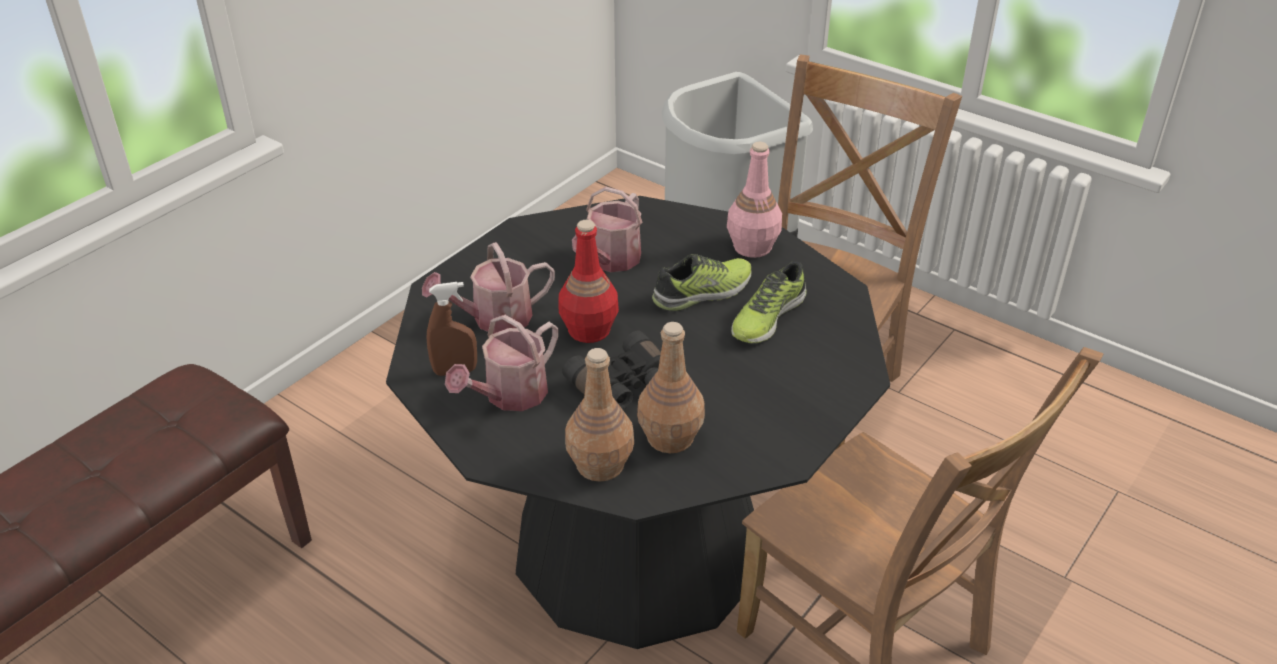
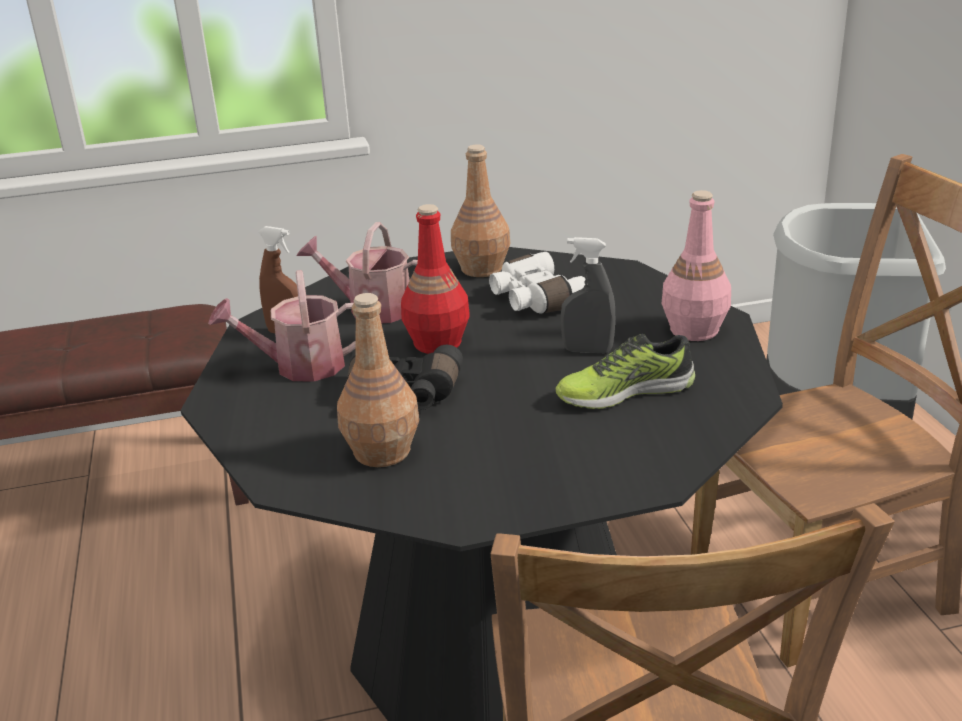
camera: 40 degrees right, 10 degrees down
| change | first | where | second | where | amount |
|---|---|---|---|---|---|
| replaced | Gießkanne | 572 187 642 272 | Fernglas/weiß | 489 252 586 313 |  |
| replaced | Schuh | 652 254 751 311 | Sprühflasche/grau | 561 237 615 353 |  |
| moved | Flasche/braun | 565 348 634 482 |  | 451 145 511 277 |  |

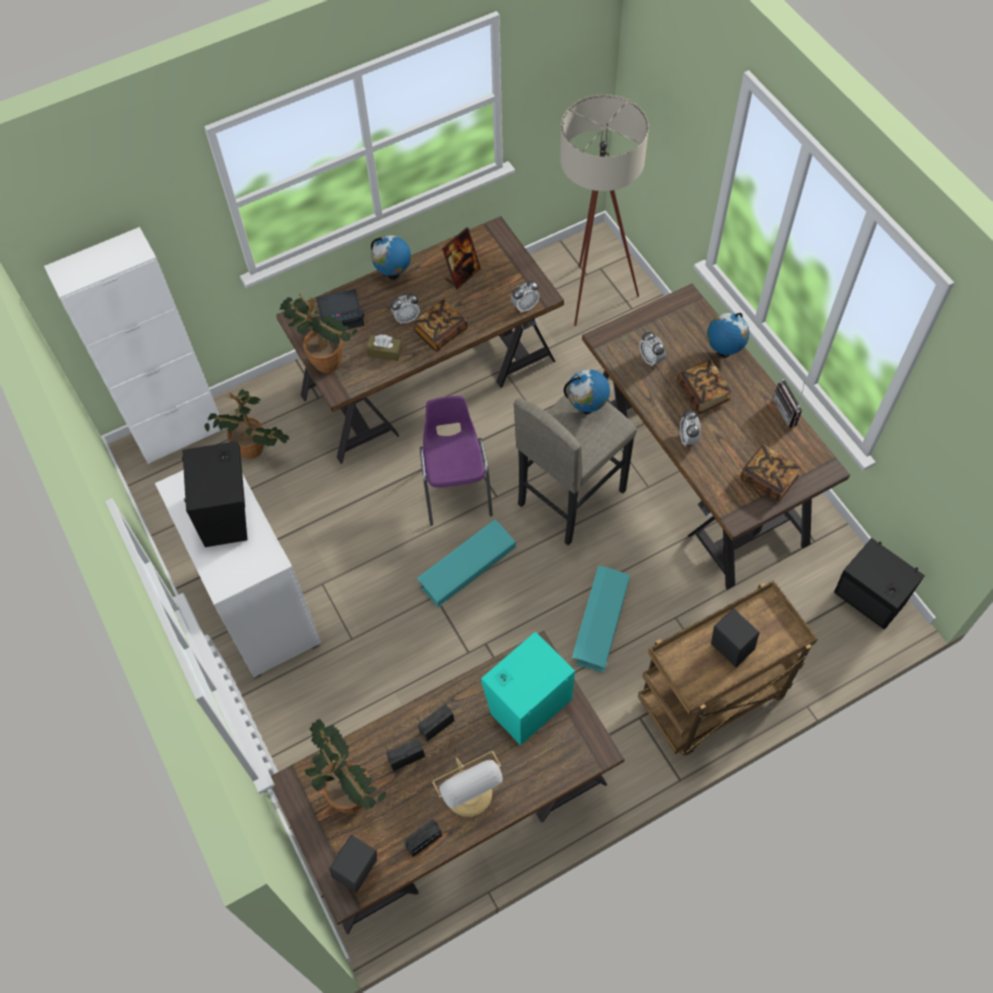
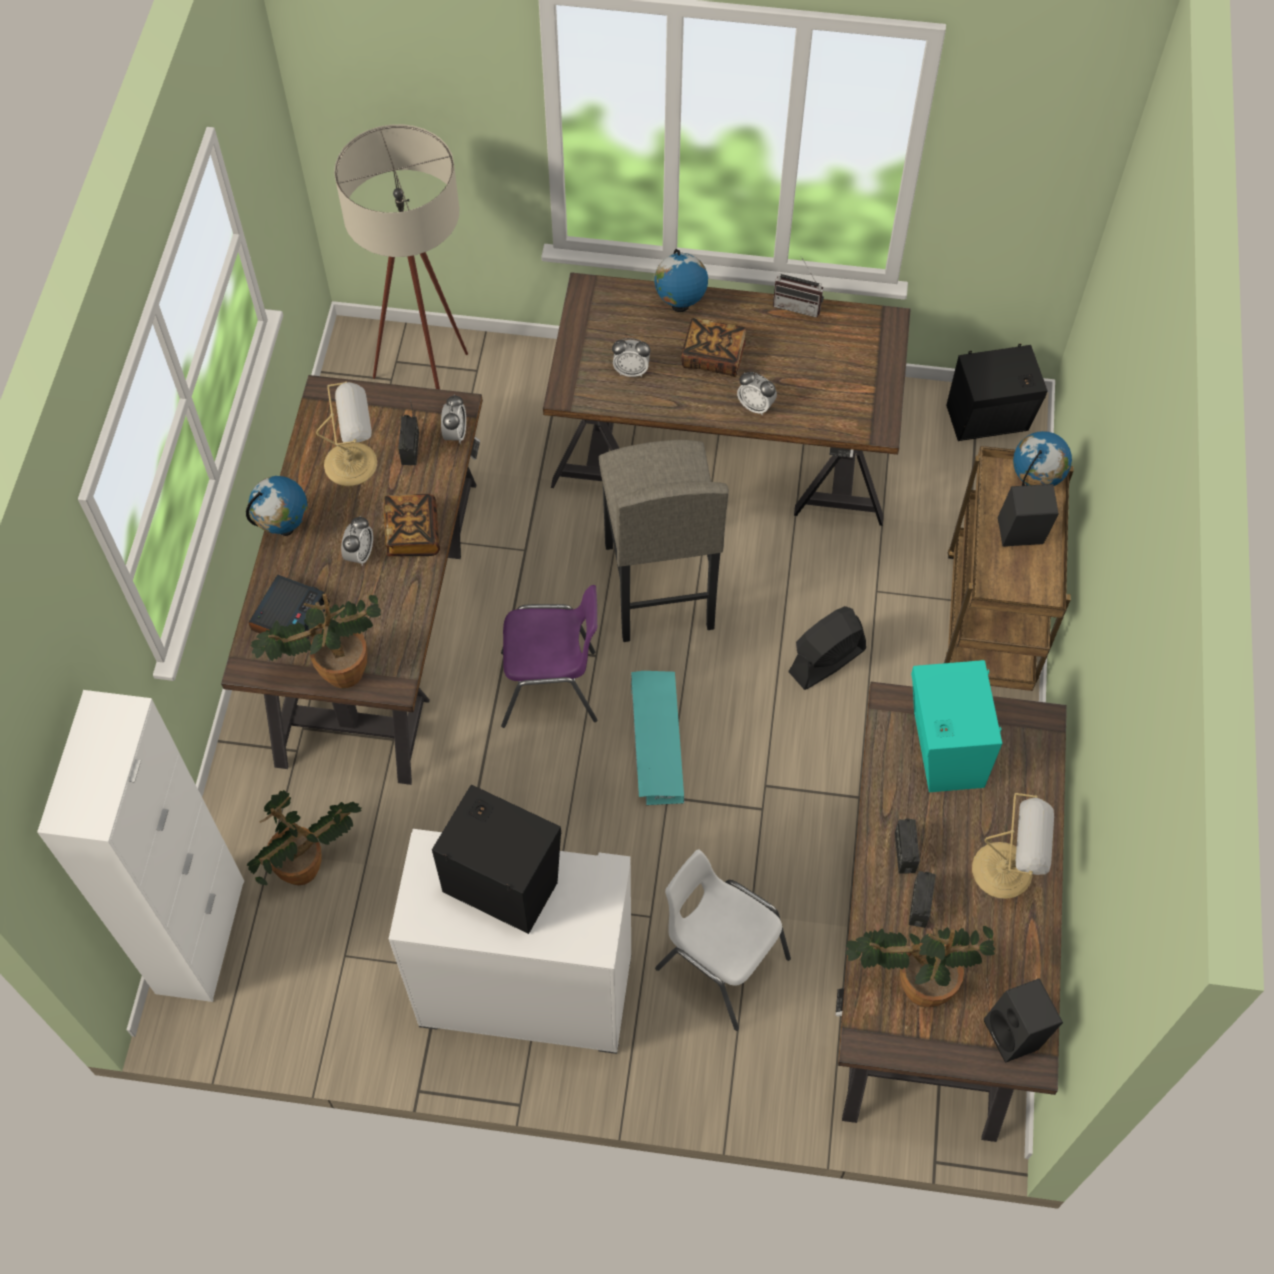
camera: 55 degrees left, 0 degrees up
| change | first | where | second | where | amount |
|---|---|---|---|---|---|
| replaced | Bilderrahmen | 442 227 481 289 | Tischlampe | 316 382 377 486 |  |
| removed | Taschentuchbox/braun | 366 334 402 361 |  |  |  |
| moved | Globus | 564 369 610 414 |  | 1013 431 1072 486 |  |
| turned | Stuhl/lila | 420 396 493 526 |  | 501 585 597 728 | 150 degrees clockwise |
| removed | Buch | 741 444 801 502 |  |  |  |
| replaced | Aufbewahrungsbox/türkis | 572 566 630 673 | Ventilator/schwarz | 788 606 866 690 |  |
| moved | Radio | 403 819 442 857 |  | 398 399 419 465 |  |
| added |  |  | Stuhl/weiß | 655 849 791 1031 |  |

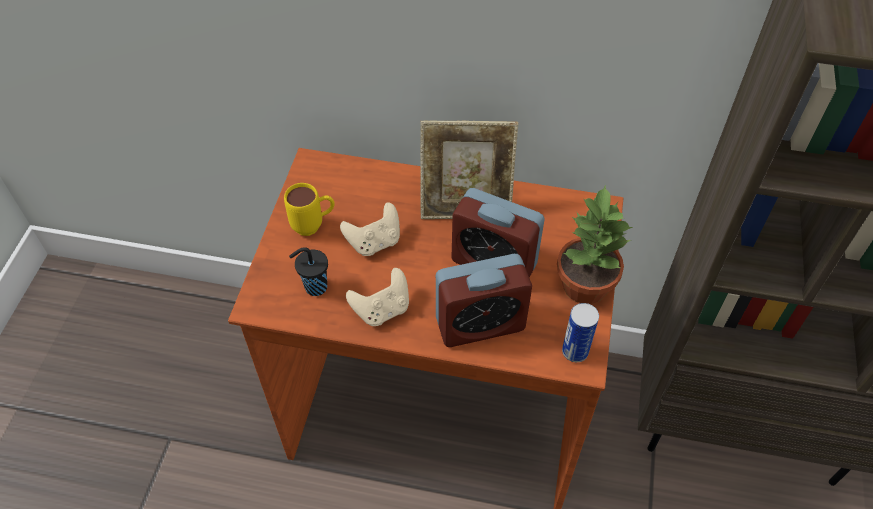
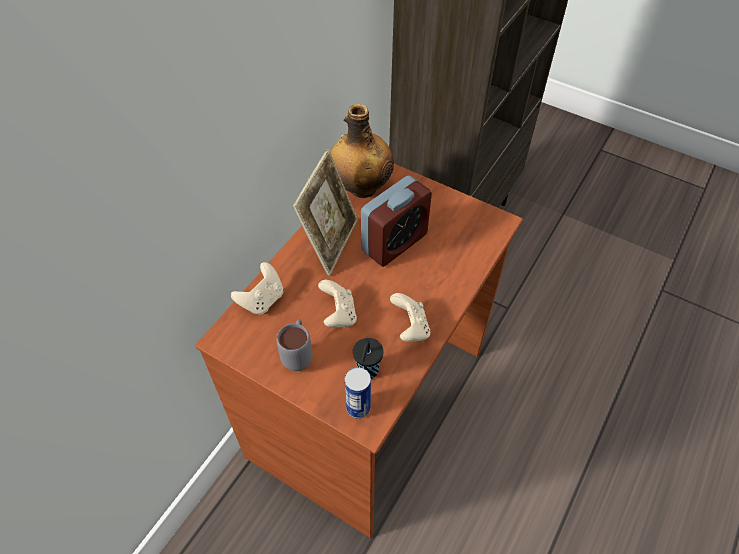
camera: 70 degrees left, 0 degrees up
| change | first | where | second | where | amount |
|---|---|---|---|---|---|
| recoloured | Henkelbecher/gelb | 284 183 335 236 | Henkelbecher/grau | 277 319 312 371 |  |
| removed | Topfpflanze | 557 184 633 304 |  |  |  |
| removed | Wecker | 436 254 532 347 |  |  |  |
| moved | Dose | 562 303 599 362 |  | 345 367 371 419 |  |
| added |  |  | Flasche | 330 104 394 198 |  |
| added |  |  | Gamepad/beige | 231 262 283 315 |  |

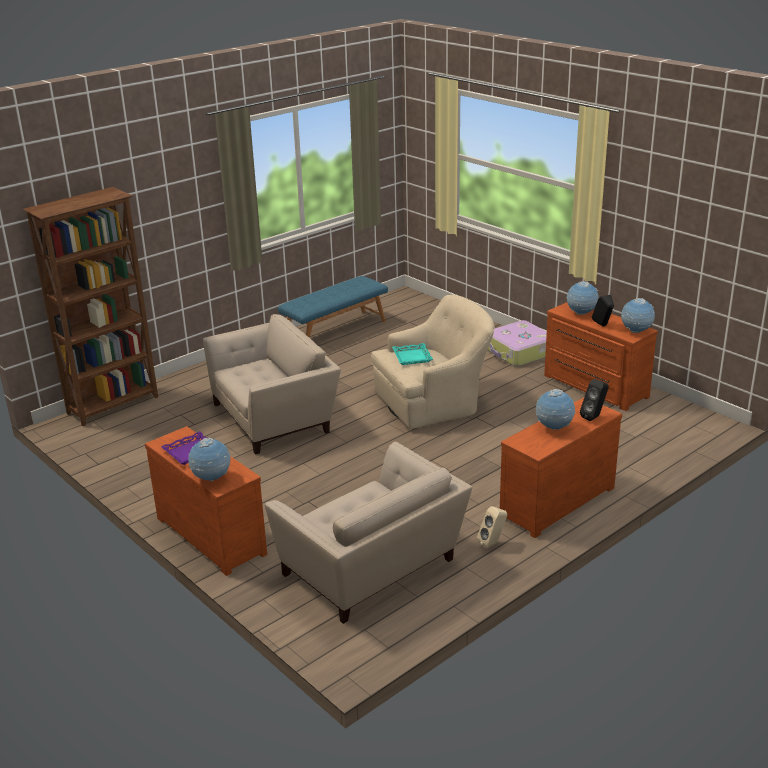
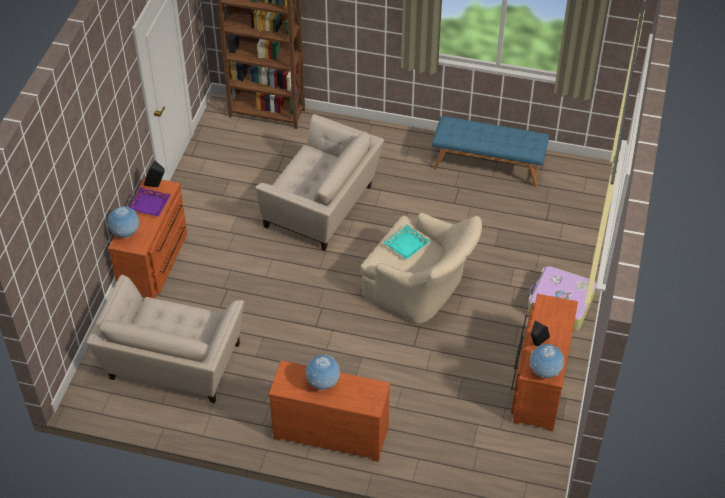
camera: 55 degrees right, 20 degrees up
| change | first | where | second | where | amount |
|---|---|---|---|---|---|
| removed | Globus | 567 281 599 315 |  |  |  |
| moved | Lautsprecher/schwarz | 580 379 609 421 |  | 144 161 165 187 |  |
| removed | Lautsprecher/beige | 477 506 507 549 |  |  |  |

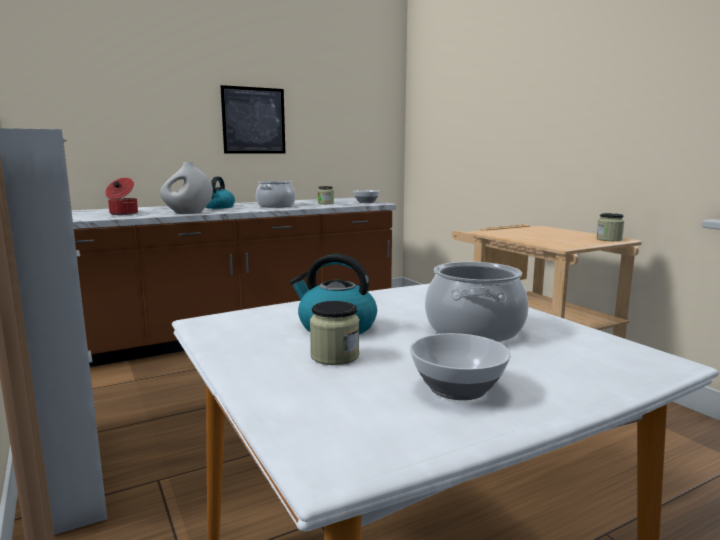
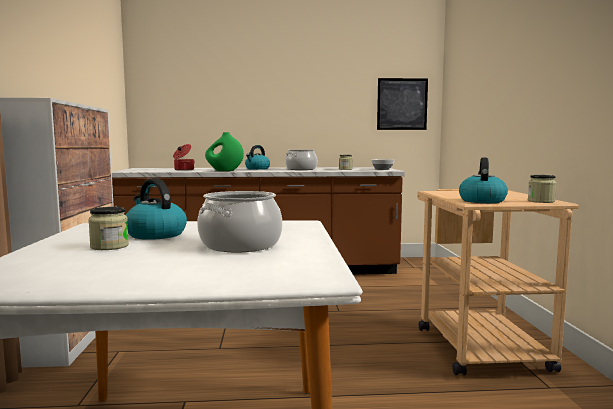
camera: 25 degrees right, 5 degrees down
| change | first | where | second | where | amount |
|---|---|---|---|---|---|
| moved | Bild | 220 85 285 154 |  | 377 78 428 130 |  |
| recoloured | Vase/weiß | 160 162 213 214 | Vase/grün | 205 132 244 171 |  |
| removed | Schüssel | 410 333 511 400 |  |  |  |
| added |  |  | Wasserkessel | 459 158 508 203 |  |

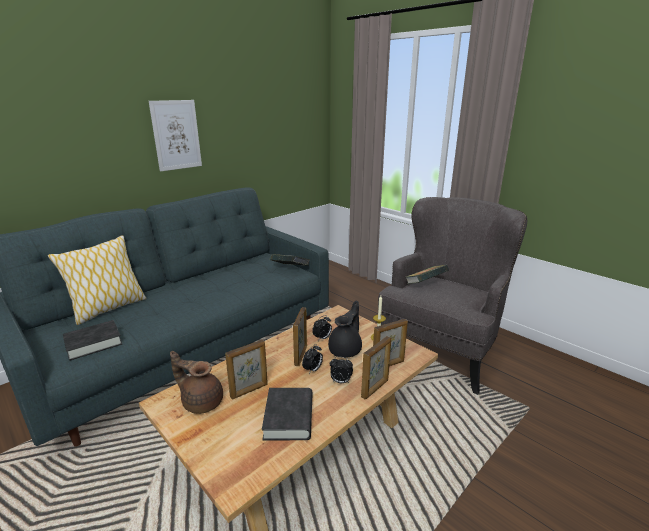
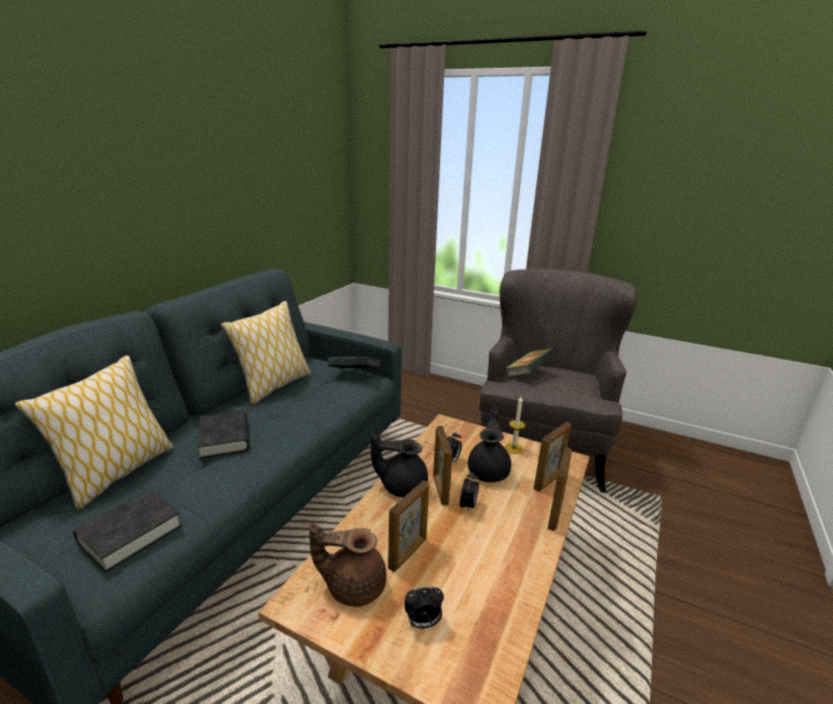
camera: 20 degrees left, 0 degrees up
| change | first | where | second | where | amount |
|---|---|---|---|---|---|
| removed | Bild | 149 100 202 171 |  |  |  |
| moved | Wecker | 329 357 353 383 |  | 404 586 444 628 |  |
| moved | Buch/schwarz | 262 388 312 440 |  | 197 411 249 459 |  |
| added |  |  | Kissen | 221 301 311 405 |  |
| added |  |  | Teekanne/schwarz | 371 433 428 497 |  |

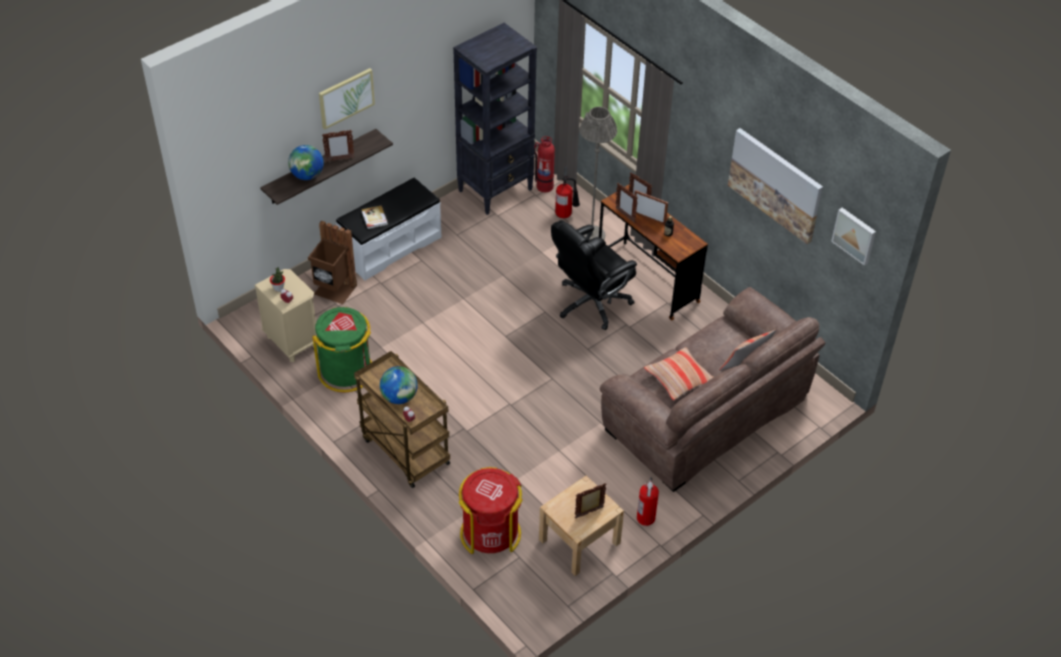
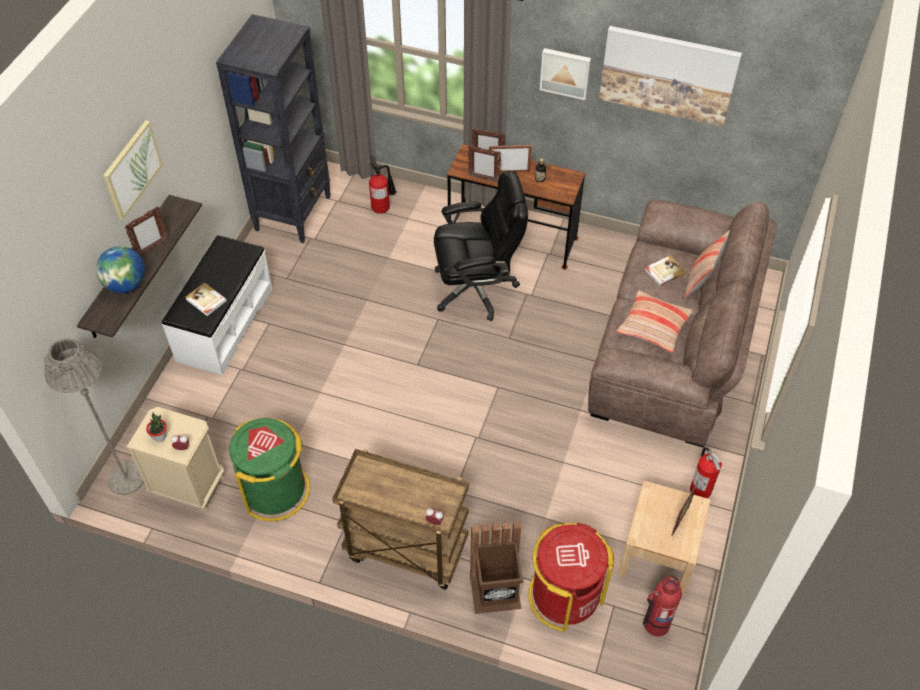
camera: 30 degrees left, 5 degrees up
| change | first | where | second | where | amount |
|---|---|---|---|---|---|
| moved | Stehlampe/grau | 579 106 617 240 |  | 44 338 144 495 |  |
| moved | Feuerlöscher | 534 136 555 192 |  | 643 576 682 636 |  |
| moved | Bild | 831 208 876 266 |  | 540 48 591 100 |  |
| turned | Bürostuhl/schwarz | 551 220 637 330 |  | 434 171 528 321 | 120 degrees counterclockwise |
| moved | Mülleimer/braun | 308 221 357 304 |  | 470 521 523 614 |  |
| removed | Globus | 380 366 418 404 |  |  |  |
| added |  |  | Buch | 645 256 686 286 |  |

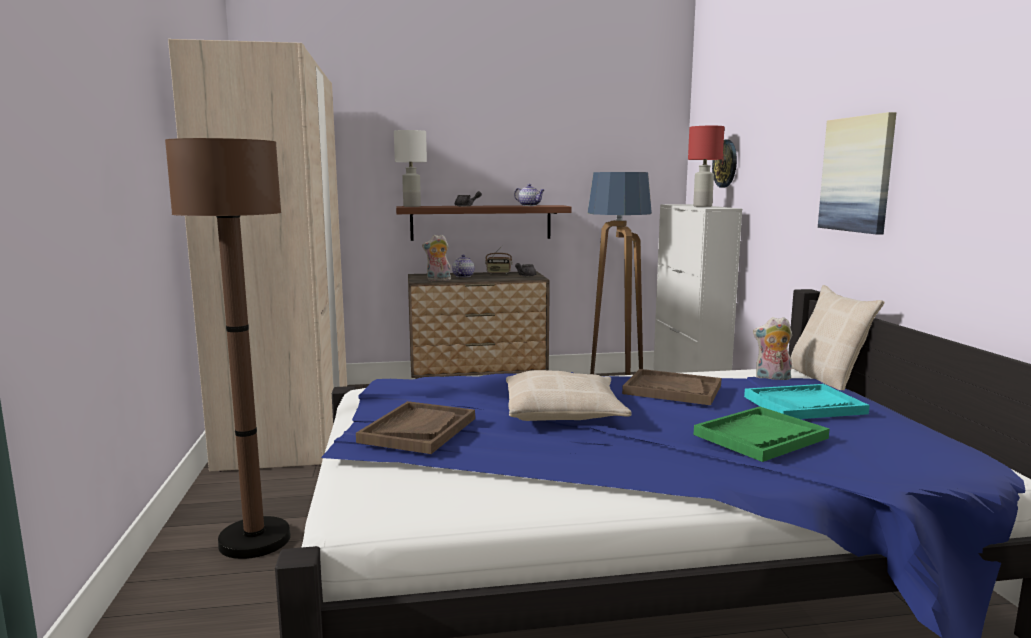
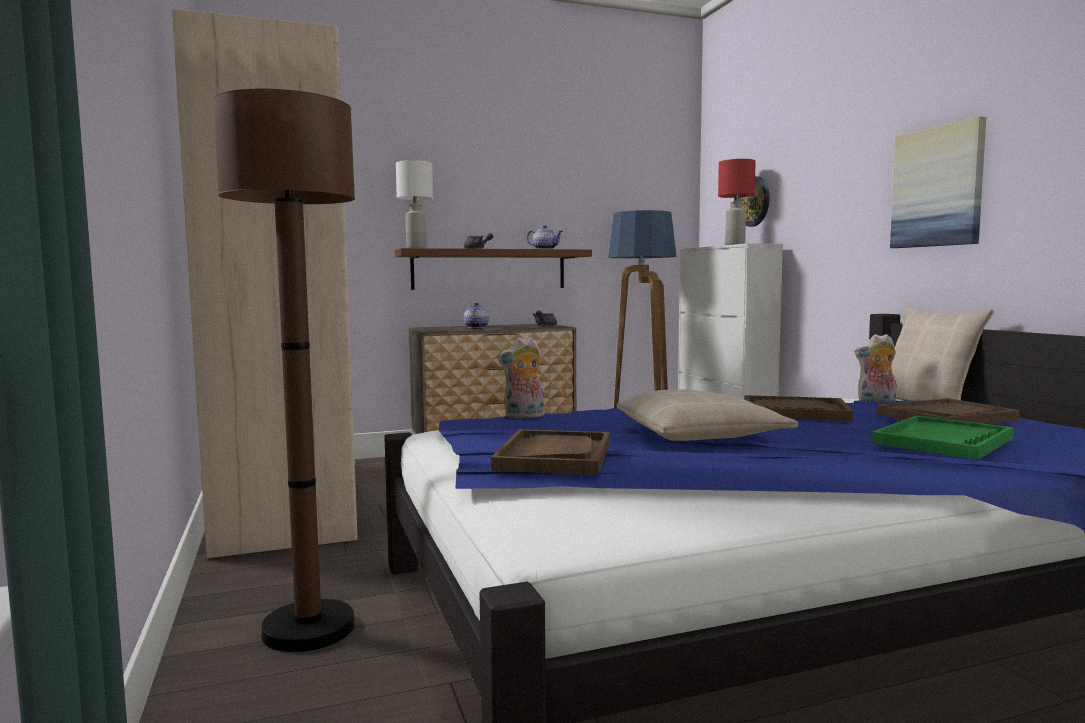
camera: 10 degrees left, 5 degrees down
| change | first | where | second | where | amount |
|---|---|---|---|---|---|
| moved | Plüschtier | 422 235 451 281 |  | 497 337 545 419 |  |
| removed | Radio | 485 245 513 274 |  |  |  |
| recoloured | Tablett/türkis | 744 384 870 419 | Tablett/braun | 876 398 1020 424 |  |

